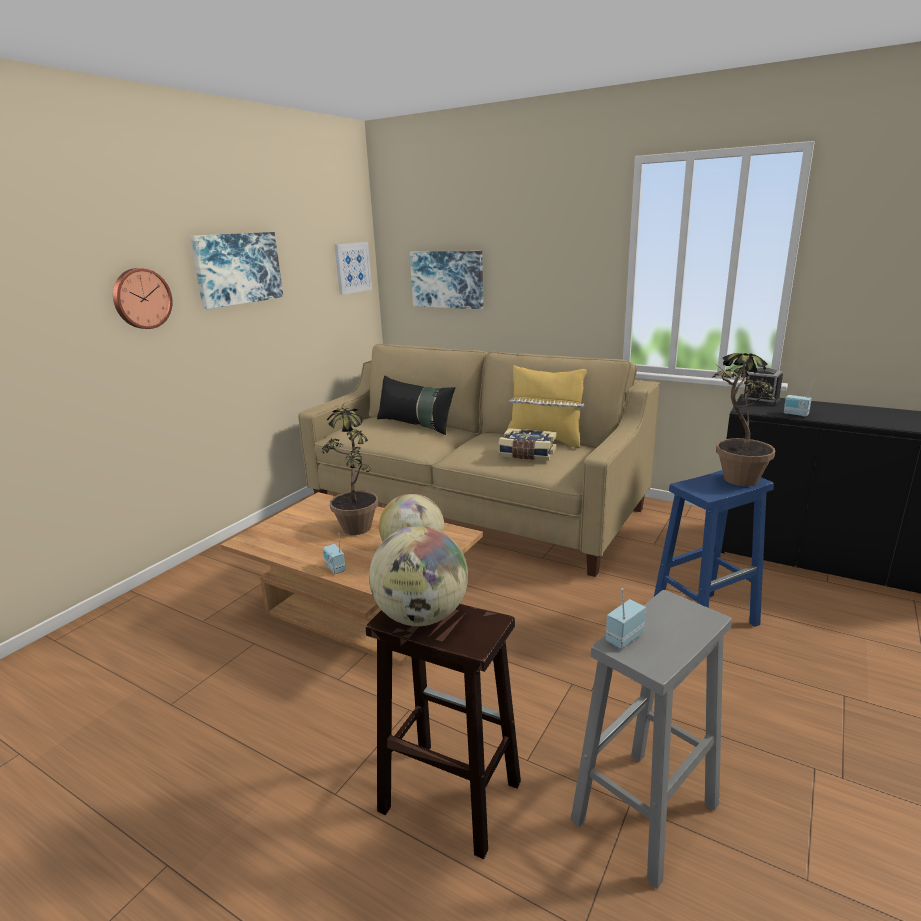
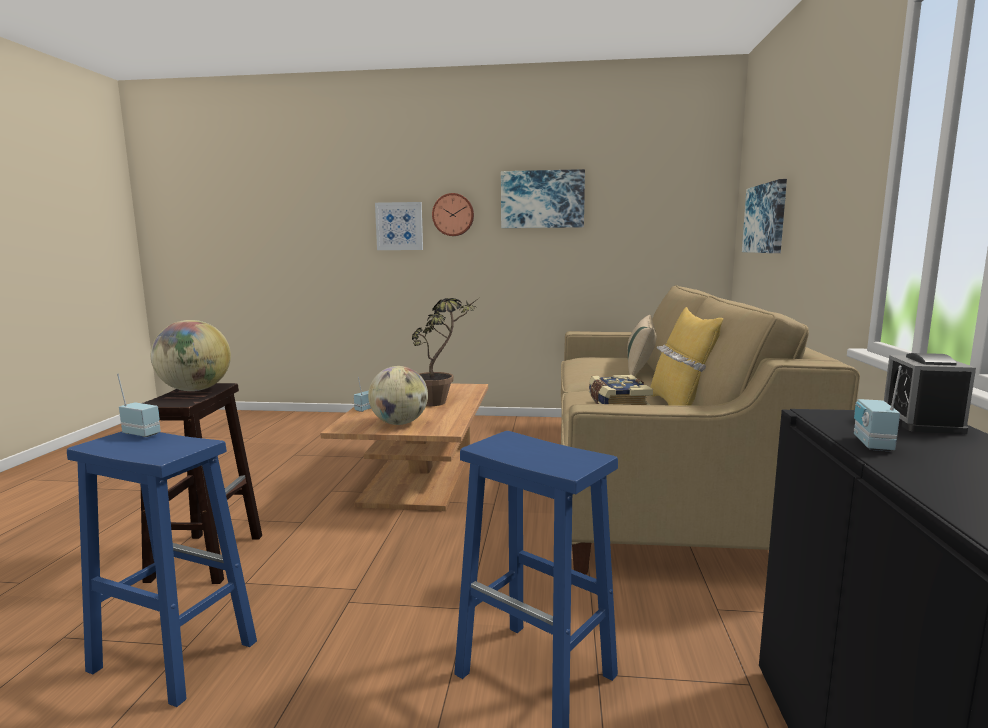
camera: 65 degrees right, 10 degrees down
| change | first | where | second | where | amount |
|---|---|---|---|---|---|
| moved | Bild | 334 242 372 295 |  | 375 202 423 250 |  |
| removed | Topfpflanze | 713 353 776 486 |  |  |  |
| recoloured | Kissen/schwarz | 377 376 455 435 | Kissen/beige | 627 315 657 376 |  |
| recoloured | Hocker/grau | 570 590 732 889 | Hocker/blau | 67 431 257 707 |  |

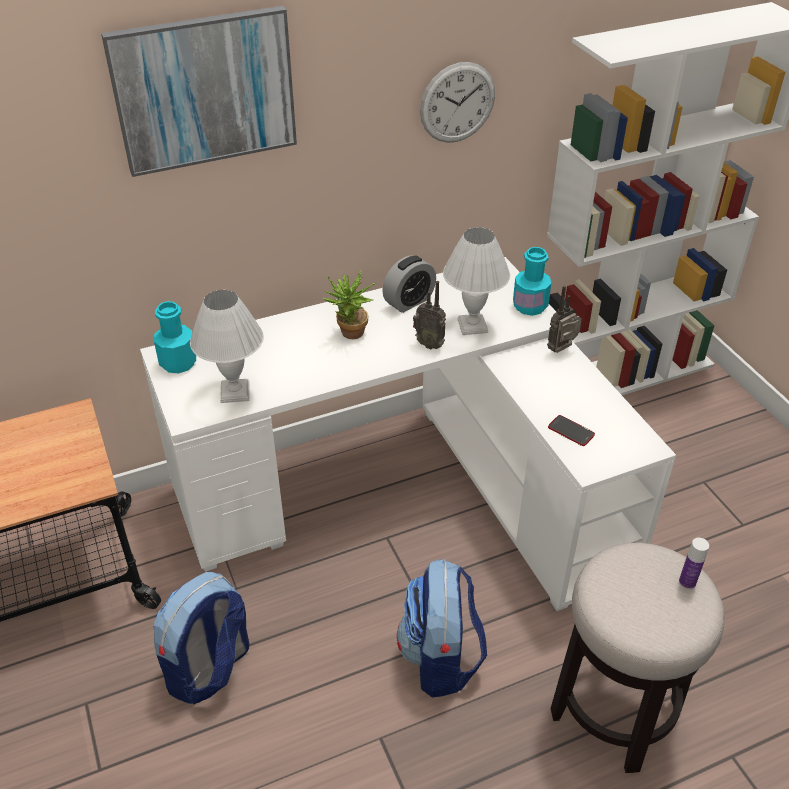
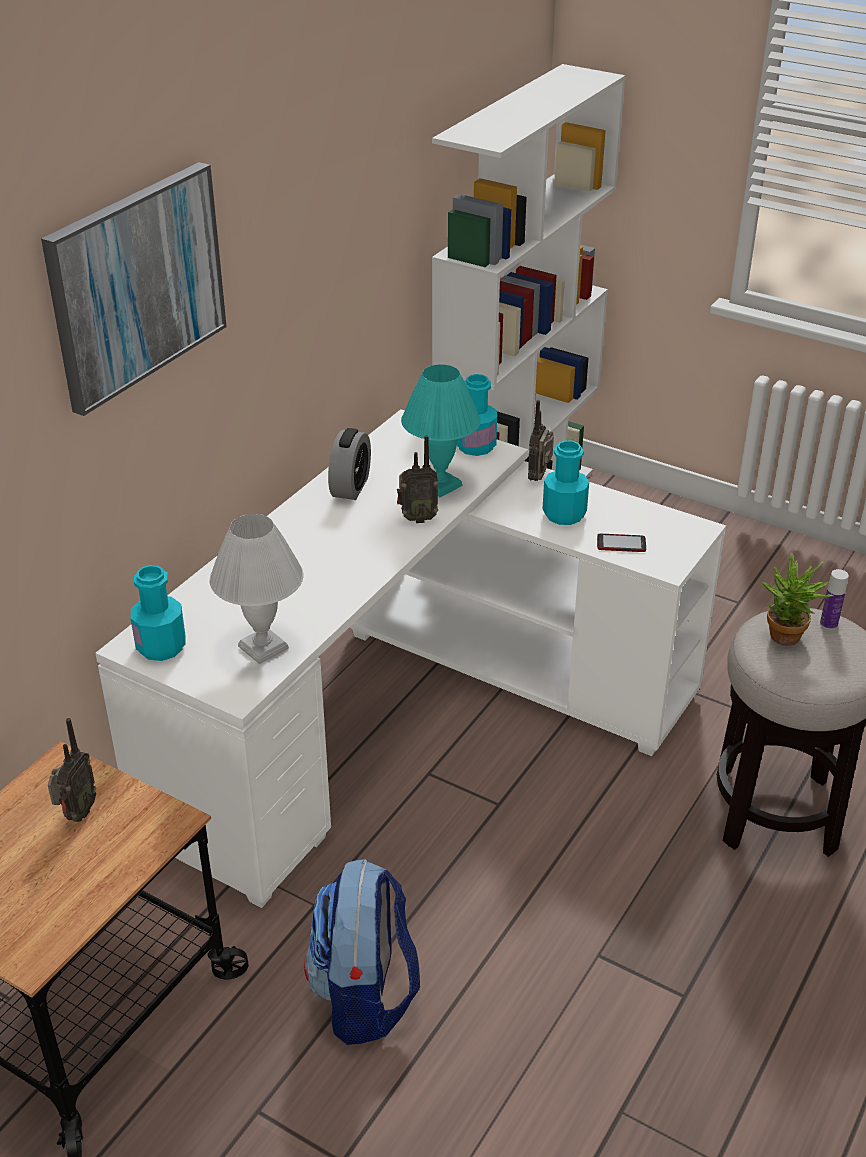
camera: 35 degrees left, 5 degrees down
| change | first | where | second | where | amount |
|---|---|---|---|---|---|
| removed | Wanduhr | 420 62 495 143 |  |  |  |
| recoloured | Tischlampe/weiß | 443 227 510 335 | Tischlampe/türkis | 401 364 481 497 |  |
| moved | Topfpflanze | 323 270 376 339 |  | 762 552 834 646 |  |
| removed | Rucksack | 397 559 487 697 |  |  |  |
| added |  |  | Flasche/türkis | 543 440 589 525 |  |
| added |  |  | Radio | 48 718 96 822 |  |

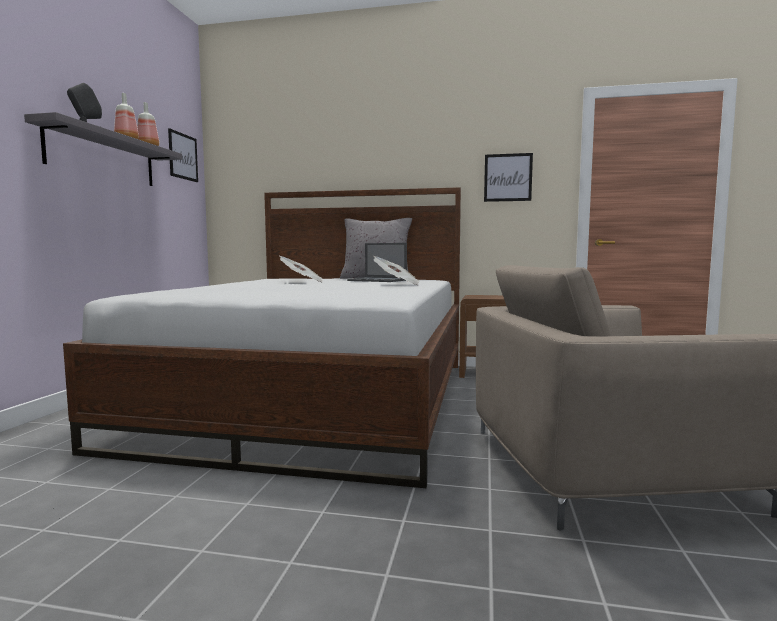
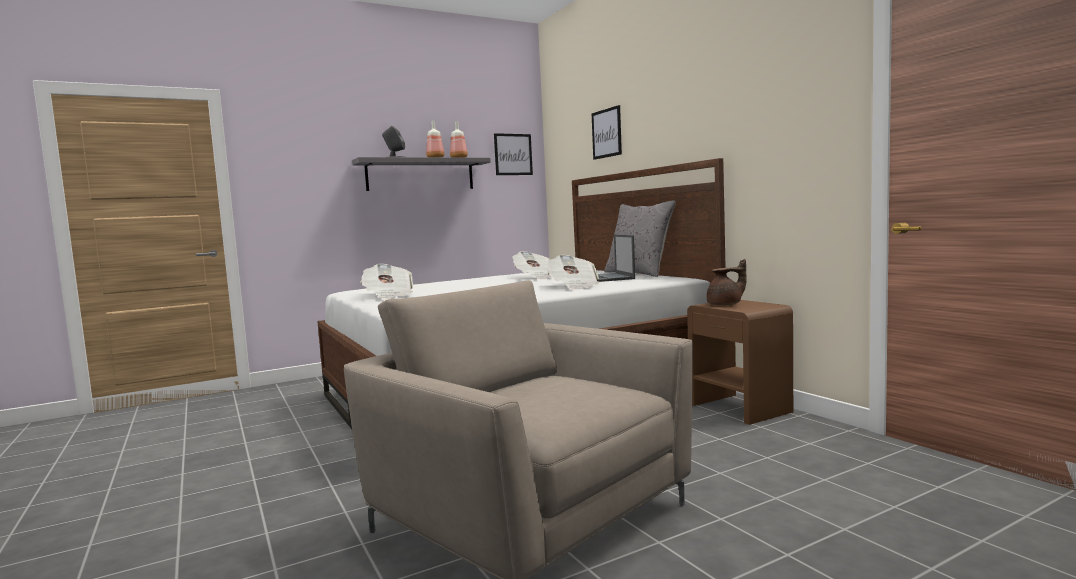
camera: 50 degrees right, 0 degrees up
| change | first | where | second | where | amount |
|---|---|---|---|---|---|
| moved | Bild | 484 153 533 202 |  | 592 105 622 160 |  |
| added |  |  | Teekanne/braun | 706 259 747 305 |  |
| added |  |  | Zeitung | 360 264 413 299 |  |

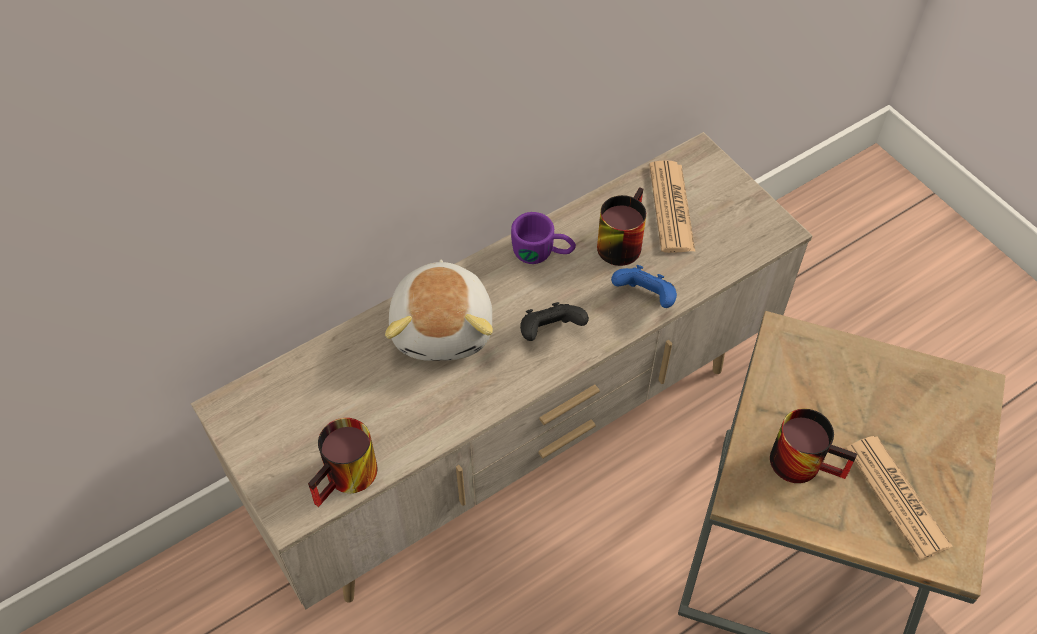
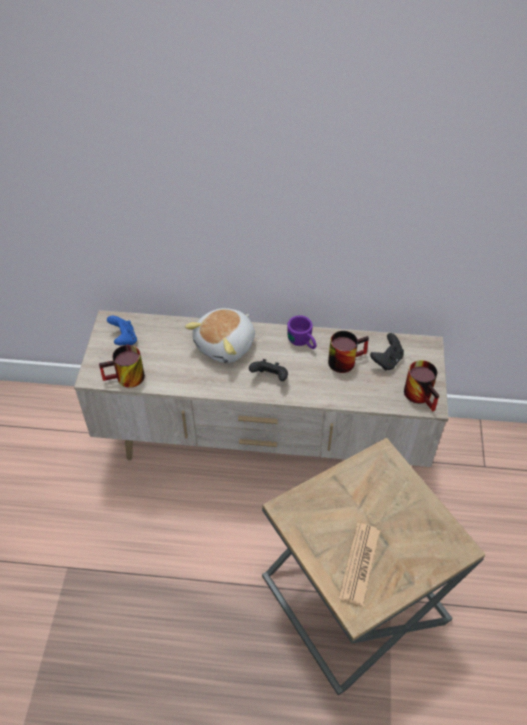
camera: 40 degrees right, 5 degrees down
| change | first | where | second | where | amount |
|---|---|---|---|---|---|
| replaced | Zeitung | 649 160 695 253 | Gamepad/schwarz | 370 333 404 370 |  |
| moved | Gamepad/blau | 611 265 677 308 |  | 107 316 137 345 |  |
| moved | Henkelbecher | 770 408 857 483 |  | 404 360 439 411 |  |

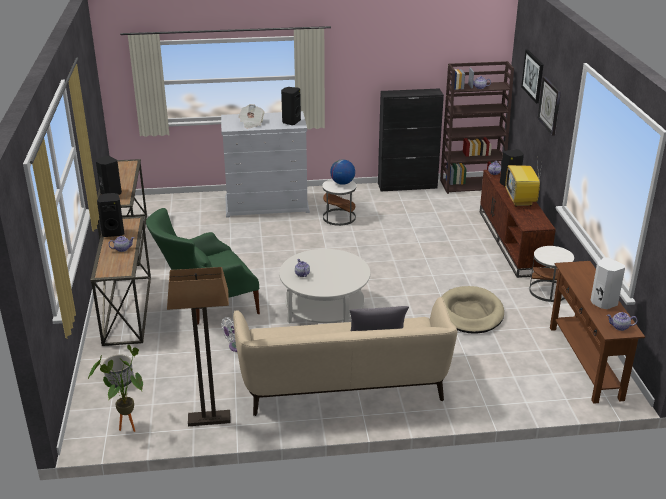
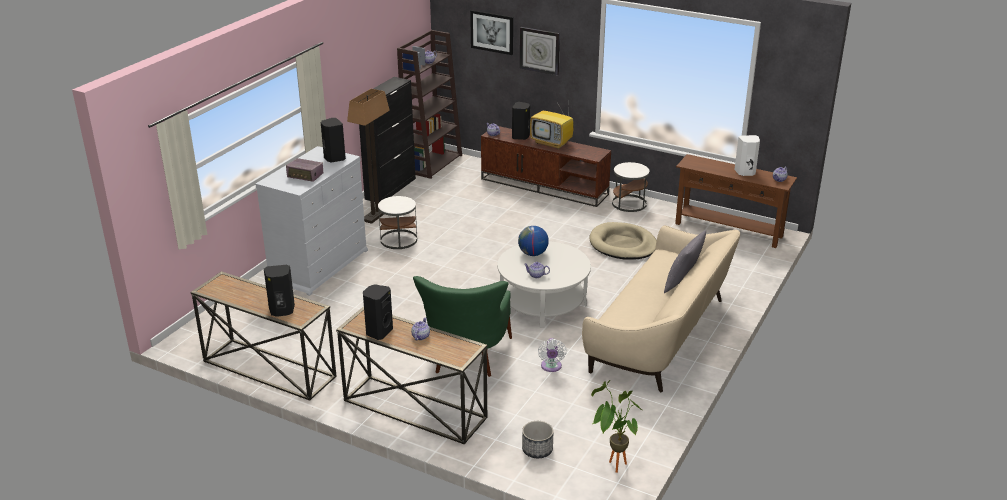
camera: 55 degrees left, 0 degrees up
| change | first | where | second | where | amount |
|---|---|---|---|---|---|
| replaced | Zeitung | 239 104 265 129 | Radio | 286 158 323 182 |  |
| moved | Globus | 330 159 355 185 |  | 518 226 549 256 |  |
| moved | Stehlampe | 167 267 231 426 |  | 347 89 390 224 |  |

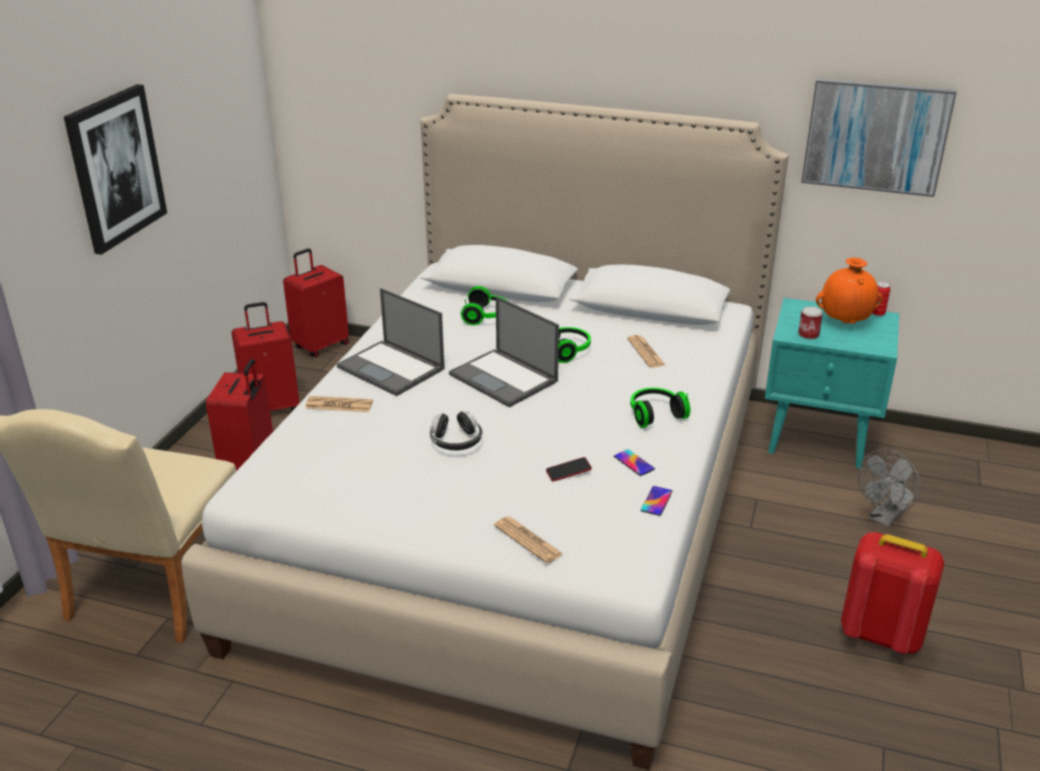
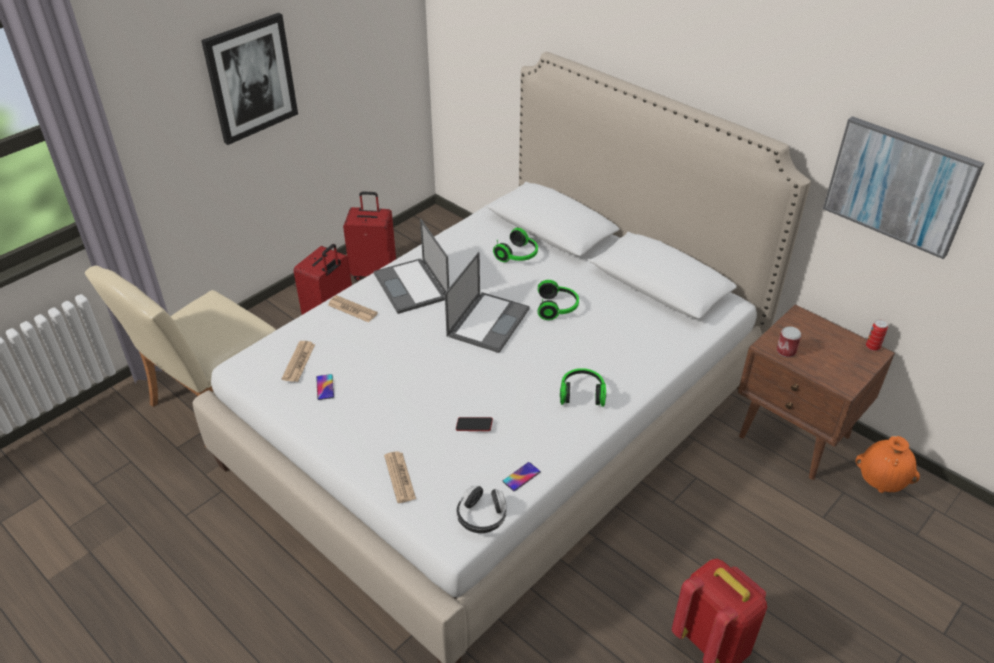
camera: 25 degrees right, 10 degrees up
| change | first | where | second | where | amount |
|---|---|---|---|---|---|
| removed | Koffer/rot | 283 248 349 357 |  |  |  |
| moved | Vase/orange | 816 258 883 324 |  | 856 436 920 493 |  |
| turned | Laptop | 449 296 559 408 |  | 445 252 530 353 | 135 degrees counterclockwise |
| recoloured | Nachttisch/türkis | 765 298 899 469 | Nachttisch/braun | 738 304 895 480 |  |
| moved | Zeitung | 627 335 665 368 |  | 281 341 315 382 |  |
| moved | Kopfhörer | 430 411 482 451 |  | 456 485 507 533 |  |
| moved | Handy | 614 449 655 476 |  | 316 374 334 400 |  |
| removed | Ventilator/grau | 858 449 921 528 |  |  |  |

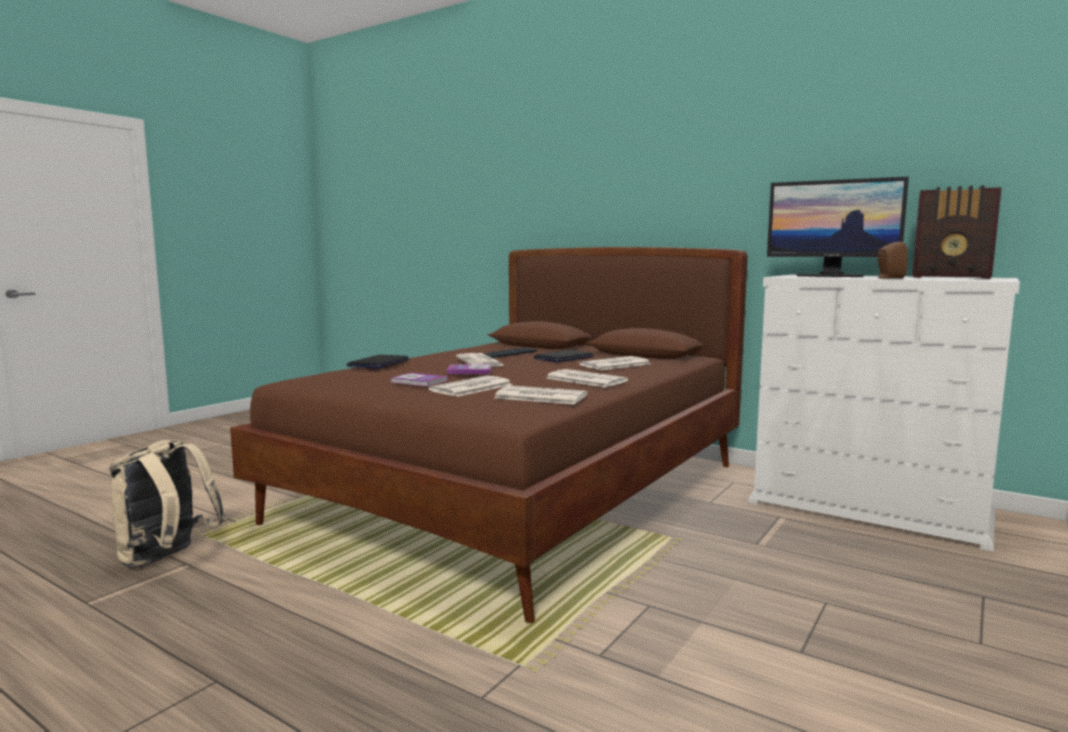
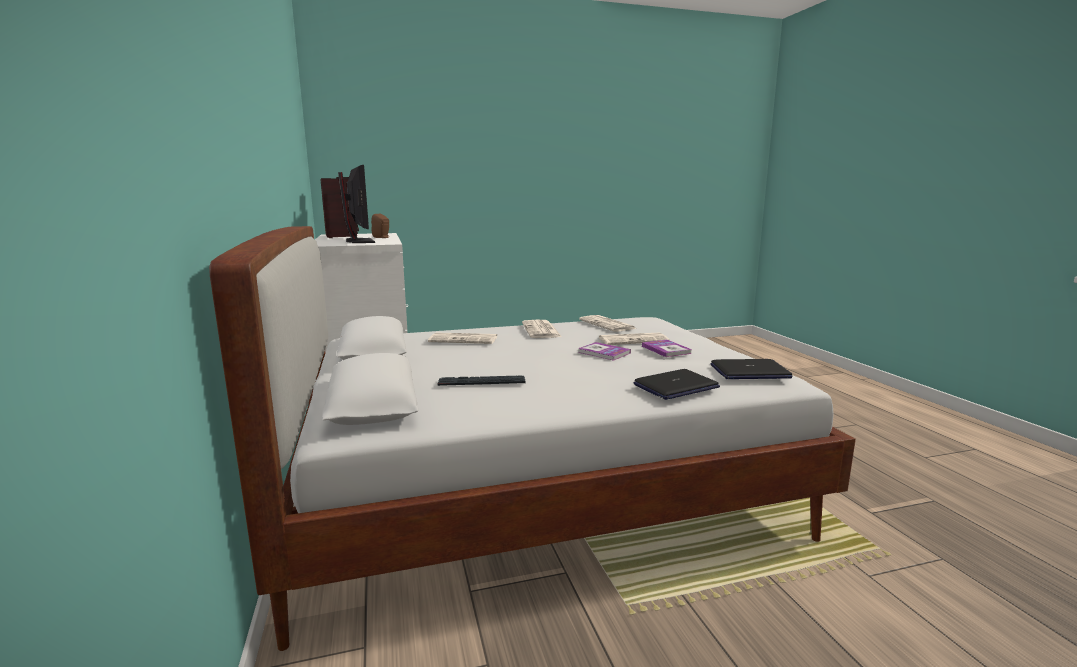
camera: 140 degrees left, 5 degrees up
| change | first | where | second | where | amount |
|---|---|---|---|---|---|
| recoloured | Bett/braun | 230 247 748 623 | Bett/weiß | 209 226 856 651 |  |
| moved | Laptop | 533 350 594 362 |  | 710 359 792 379 |  |
| removed | Zeitung | 456 353 505 367 |  |  |  |
| removed | Rucksack/beige | 109 440 227 568 |  |  |  |

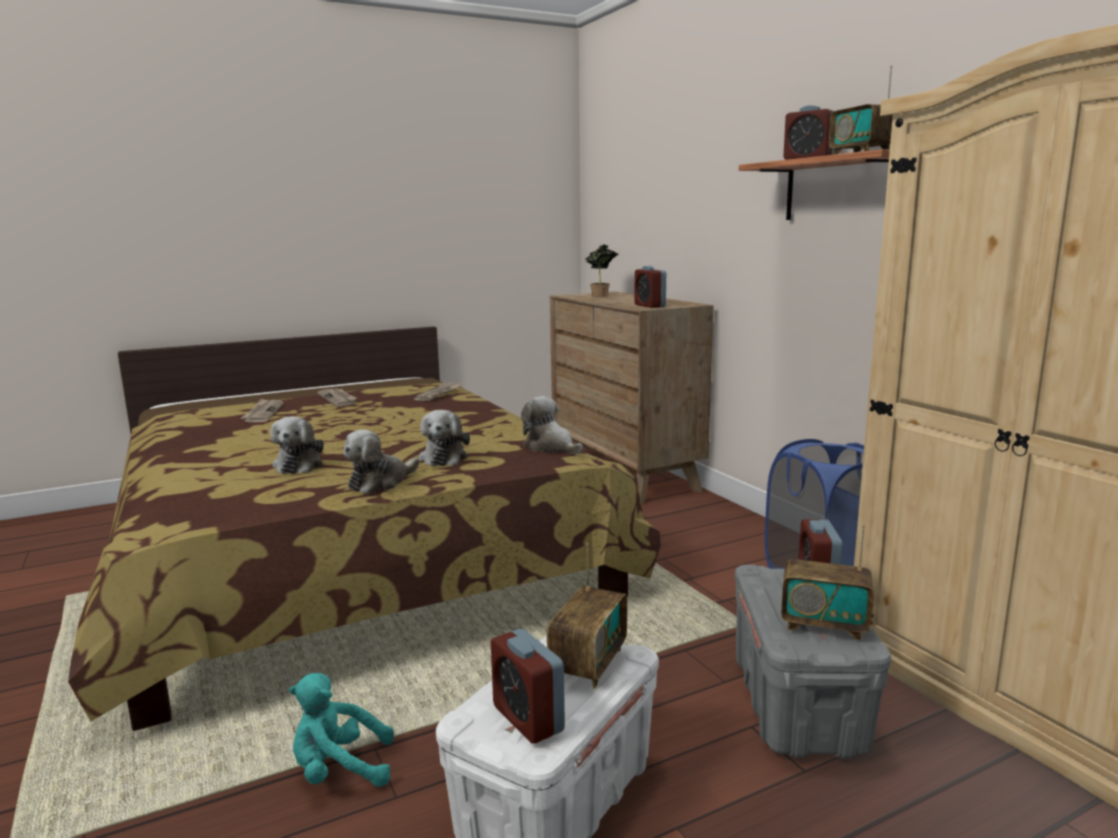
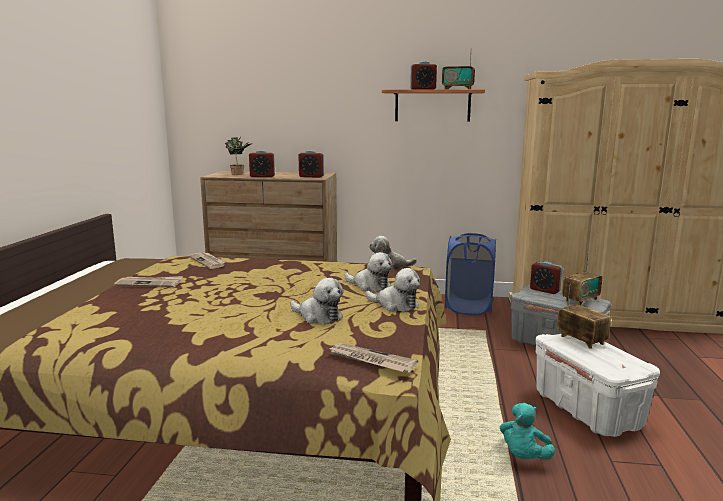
camera: 55 degrees left, 0 degrees up
| change | first | where | second | where | amount |
|---|---|---|---|---|---|
| moved | Zeitung | 240 399 284 422 |  | 328 343 418 373 |  |
| turned | Plüschtier | 344 430 419 494 |  | 365 268 420 312 | 45 degrees counterclockwise |
| moved | Wecker | 491 629 565 744 |  | 249 150 275 177 |  |

